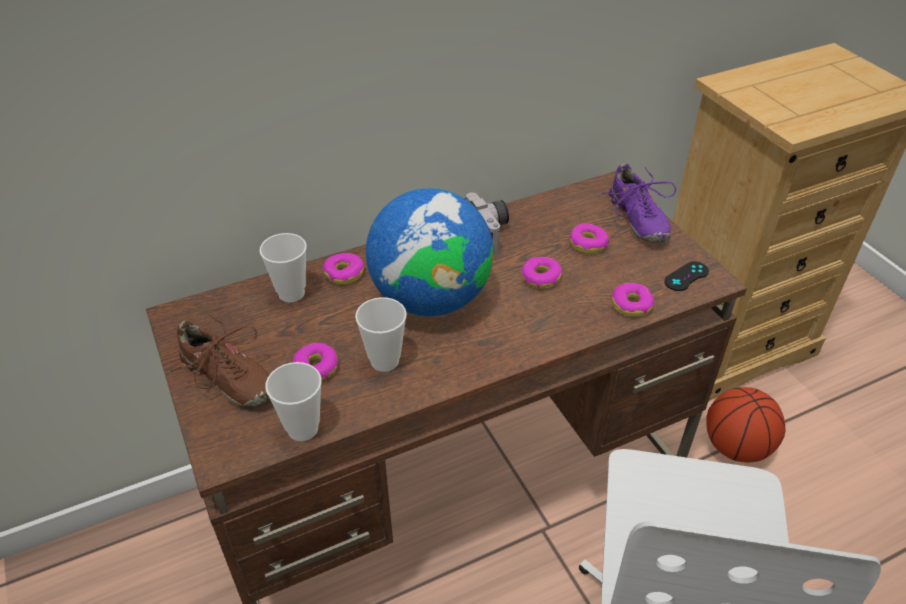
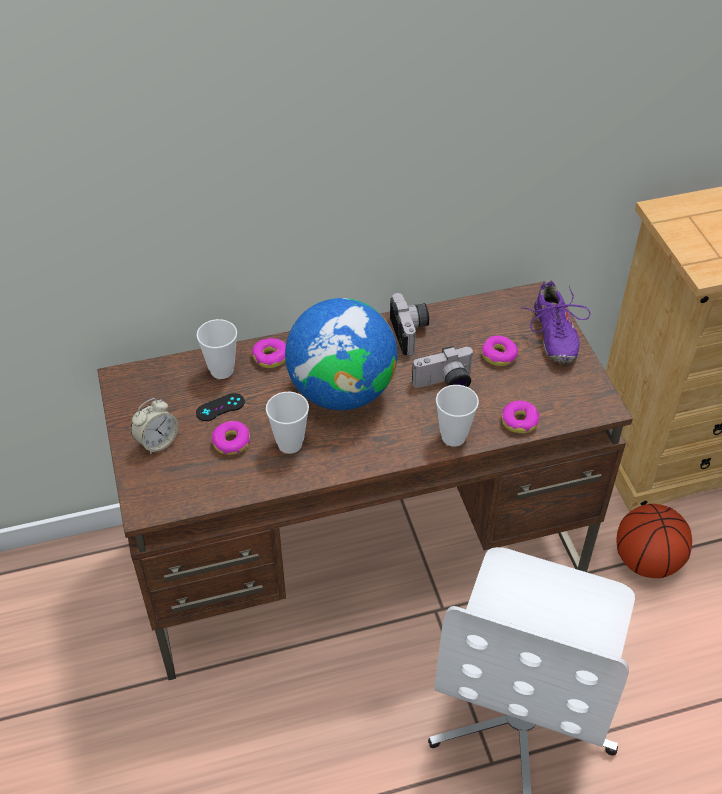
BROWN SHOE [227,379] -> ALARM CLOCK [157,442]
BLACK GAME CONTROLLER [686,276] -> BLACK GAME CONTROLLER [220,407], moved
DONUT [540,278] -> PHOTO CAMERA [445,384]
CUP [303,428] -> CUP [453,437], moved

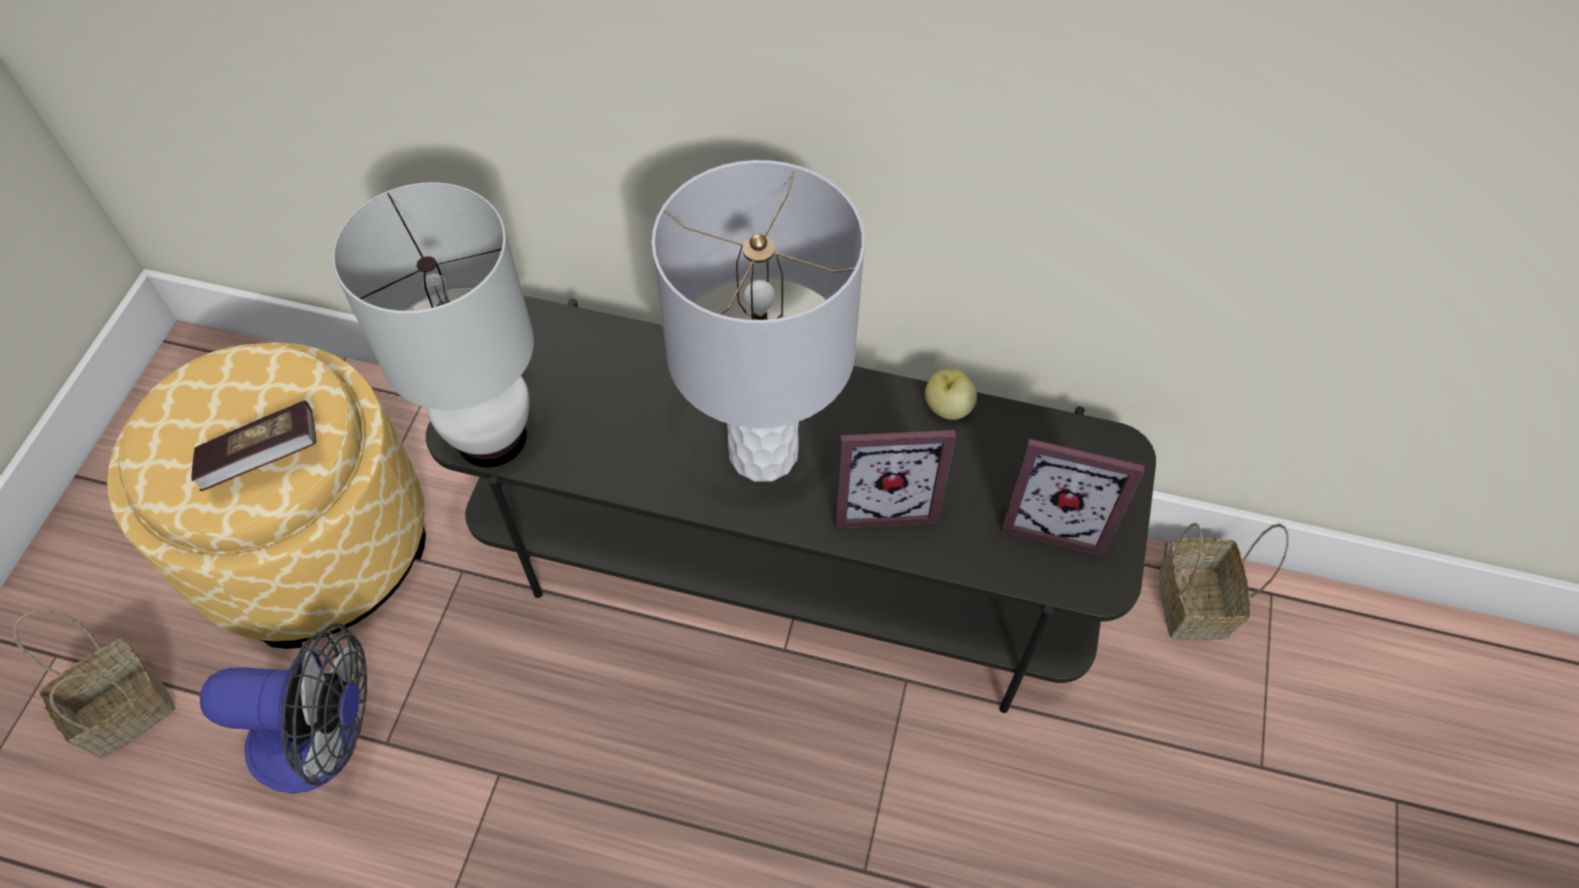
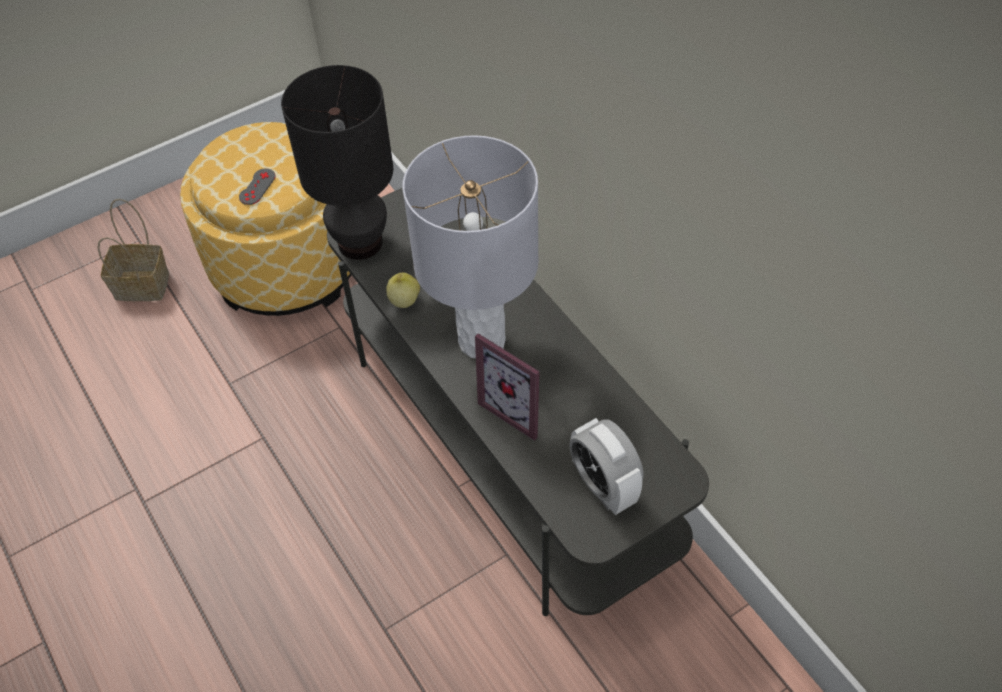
BOOK [264,458] -> GREY GAME CONTROLLER [257,187]
WHITE TABLE LAMP [492,438] -> BLACK TABLE LAMP [360,243]
APPLE [947,408] -> APPLE [404,300], moved
PICTURE FRAME [1056,517] -> ALARM CLOCK [603,486]
FAN [324,741] -> none
BASKET [1195,606] -> none

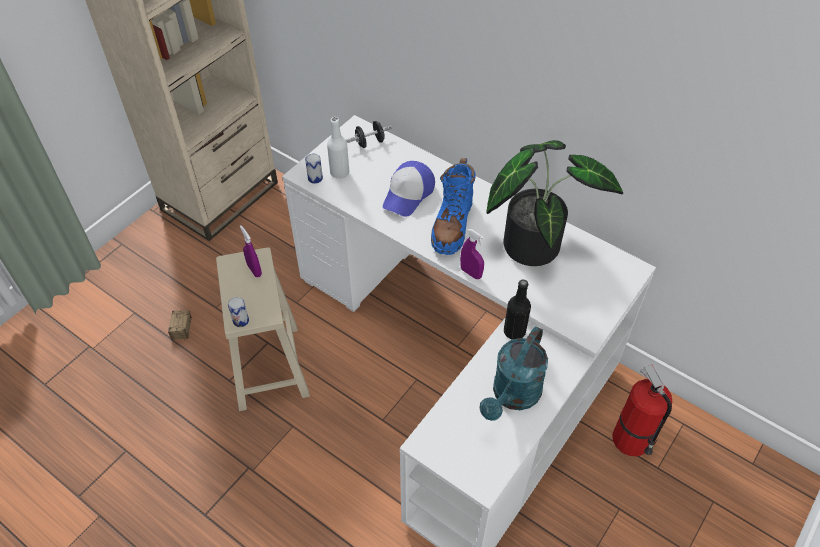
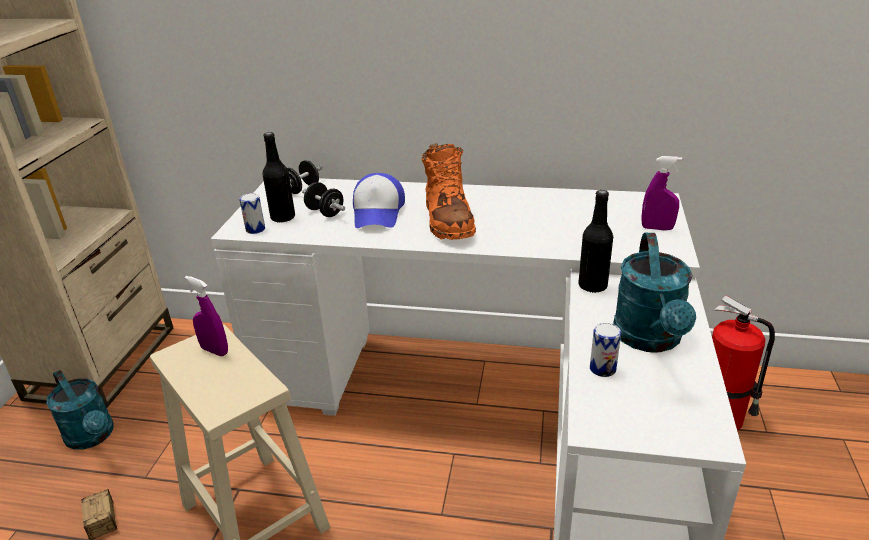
none -> TURQUOISE WATERING CAN [93,437]
WHITE BOTTLE [339,172] -> BLACK BOTTLE [283,218]
none -> BLACK DUMBBELL [325,212]
BLUE BOOT [452,225] -> ORANGE BOOT [448,220]
CAN [241,320] -> CAN [602,368], moved
PURPLE SPRAY BOTTLE [471,273] -> PURPLE SPRAY BOTTLE [657,228], moved
POTTED PLANT [534,241] -> none

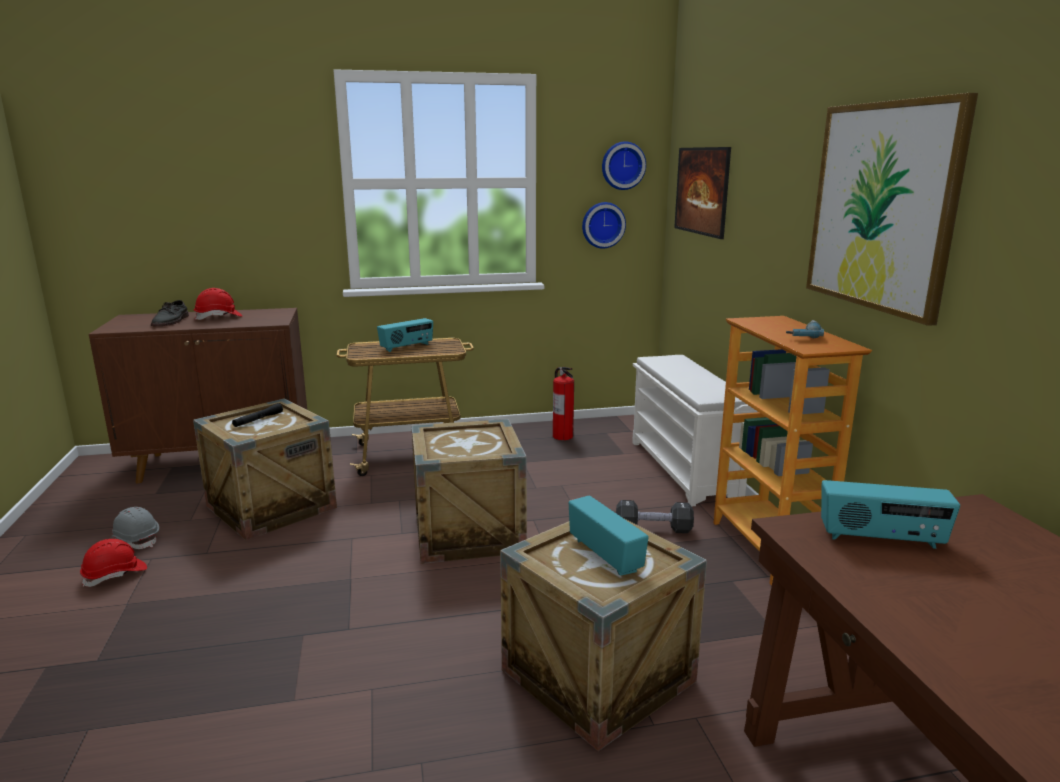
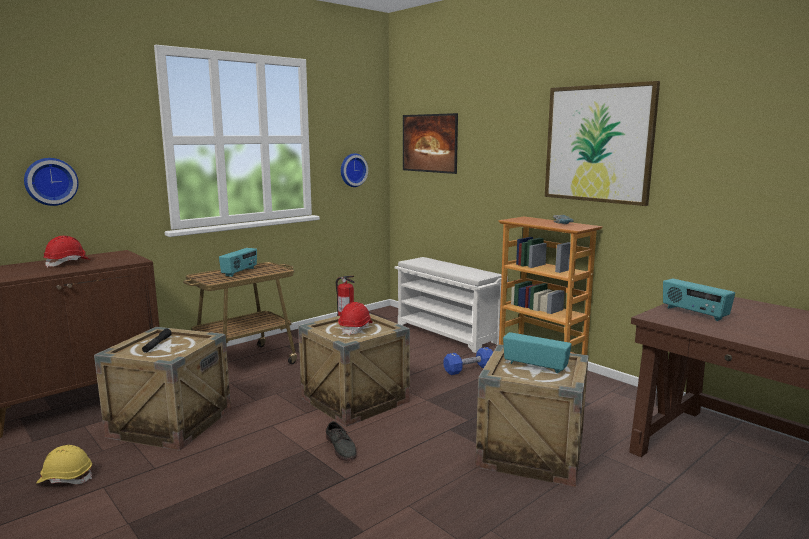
WALL CLOCK [622,165] -> WALL CLOCK [50,181], moved
GREY HARD HAT [136,540] -> YELLOW HARD HAT [65,478]
GREY SHOE [171,321] -> GREY SHOE [341,447], moved
RED HARD HAT [115,575] -> RED HARD HAT [356,328], moved
BLACK DUMBBELL [653,529] -> BLUE DUMBBELL [469,369]
RADIO [881,539] -> RADIO [694,313], 75 degrees clockwise

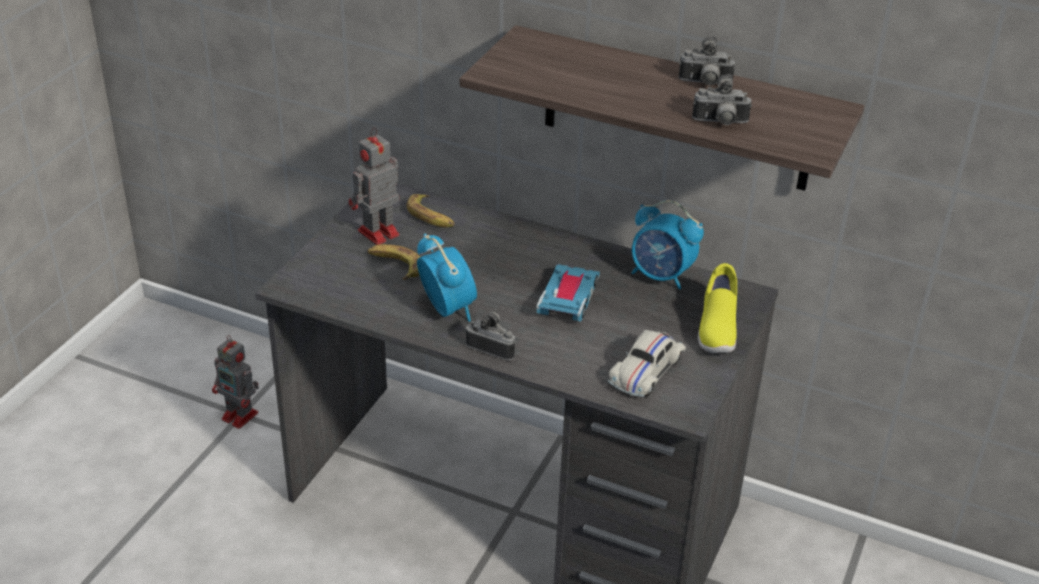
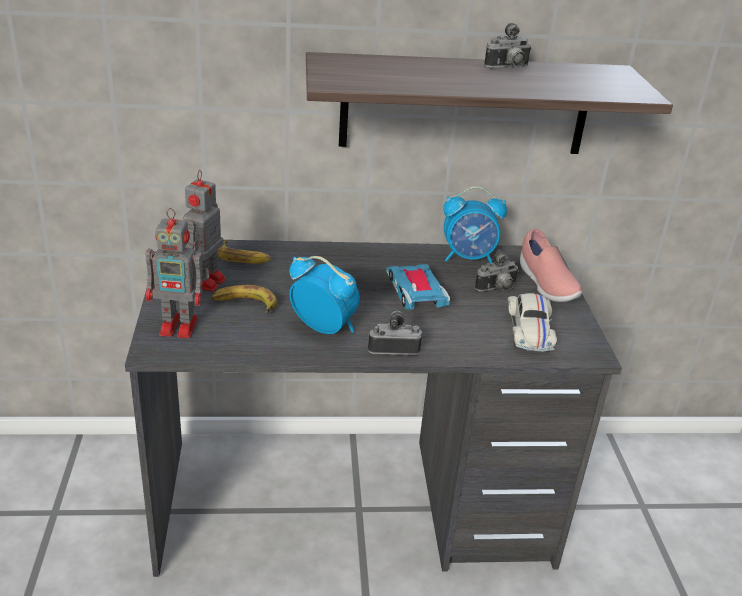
TOY ROBOT [241,416] -> TOY ROBOT [181,326], moved
PHOTO CAMERA [720,123] -> PHOTO CAMERA [497,289], moved
YELLOW SHOE [716,328] -> PINK SHOE [545,284]

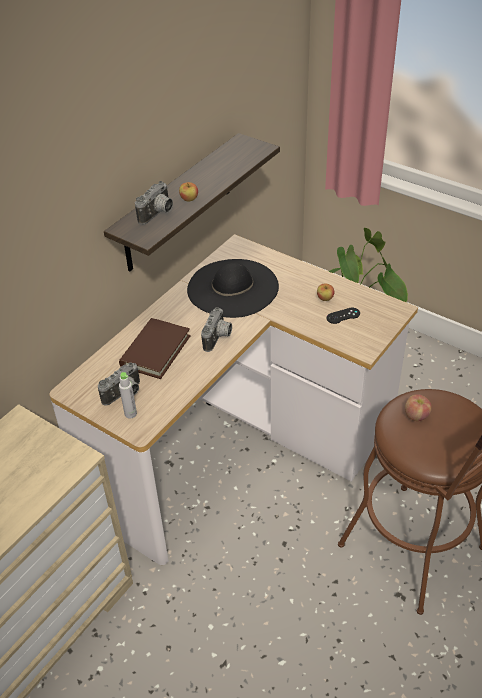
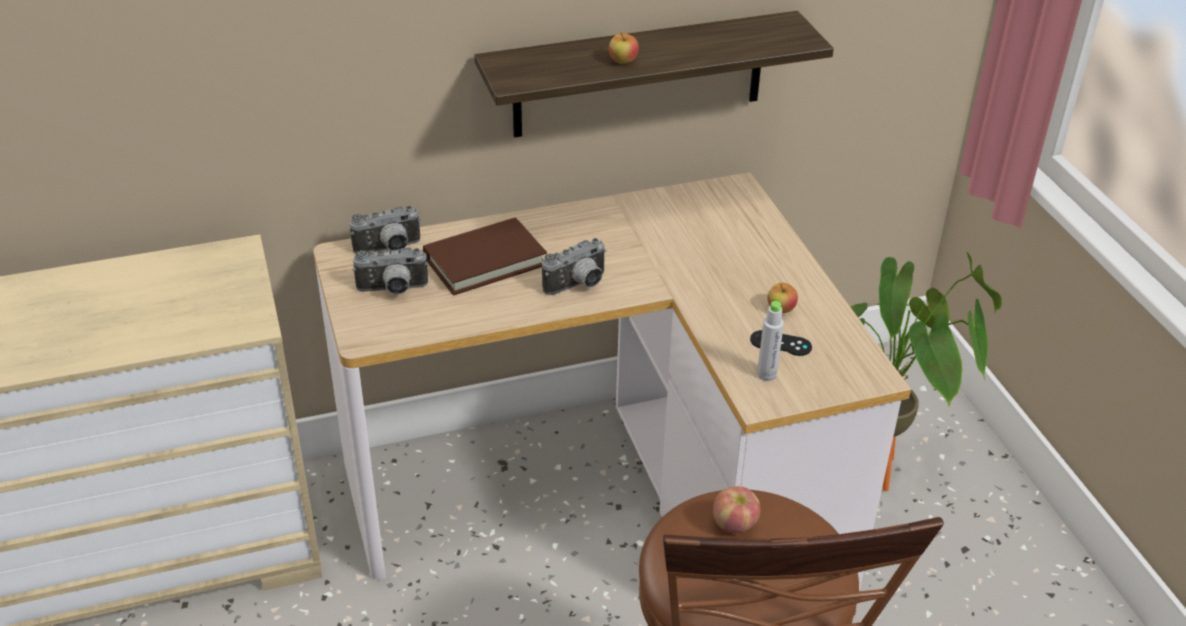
PHOTO CAMERA [158,214] -> PHOTO CAMERA [389,250], moved
GREY BOTTLE [130,413] -> GREY BOTTLE [766,374], moved
BLACK HAT [232,288] -> none

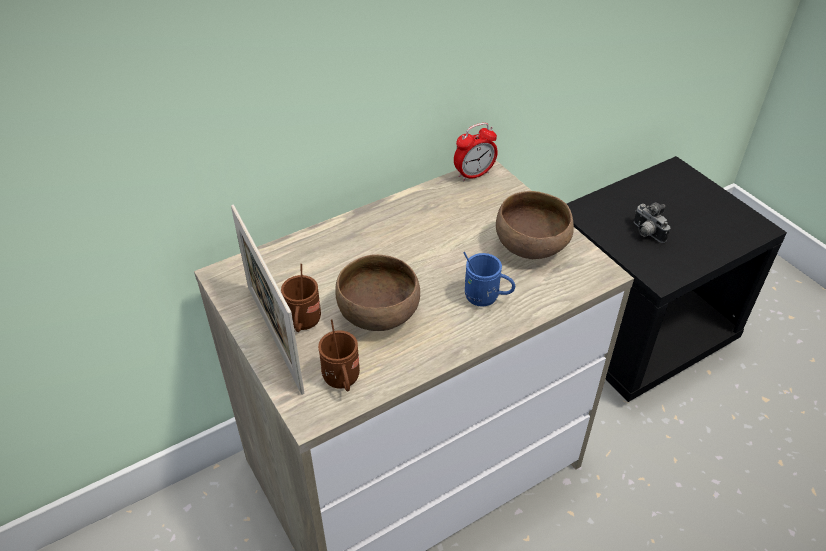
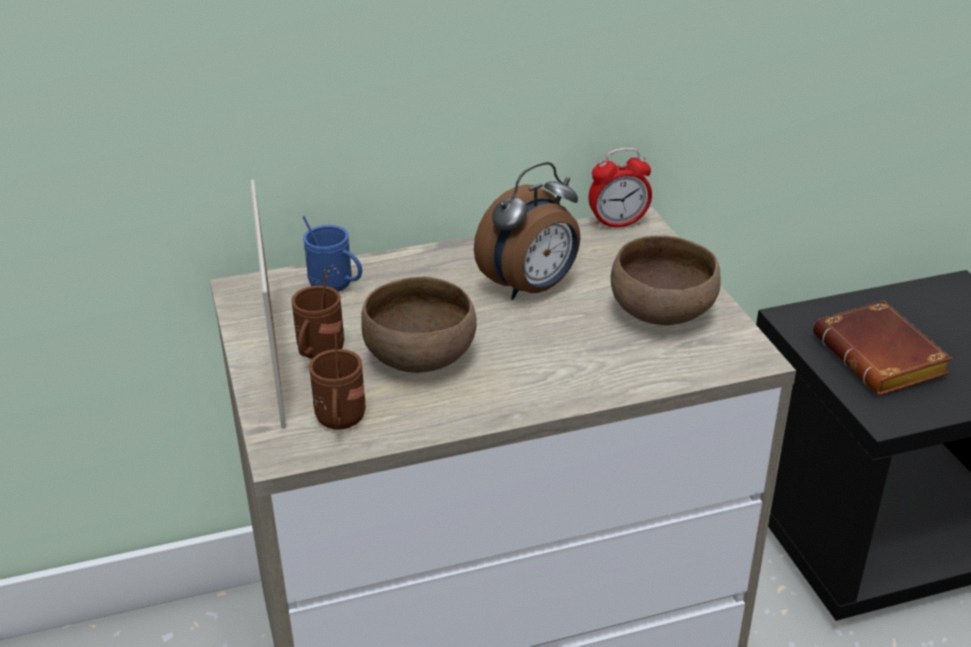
BLUE MUG [486,298] -> BLUE MUG [336,287], moved
none -> ALARM CLOCK [531,288]
PHOTO CAMERA [646,233] -> BROWN BOOK [883,358]

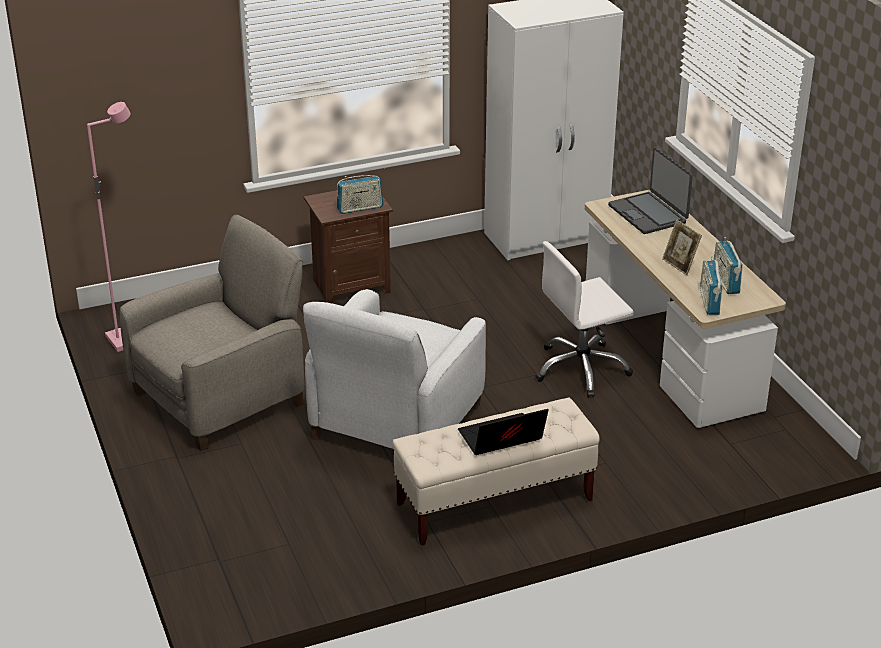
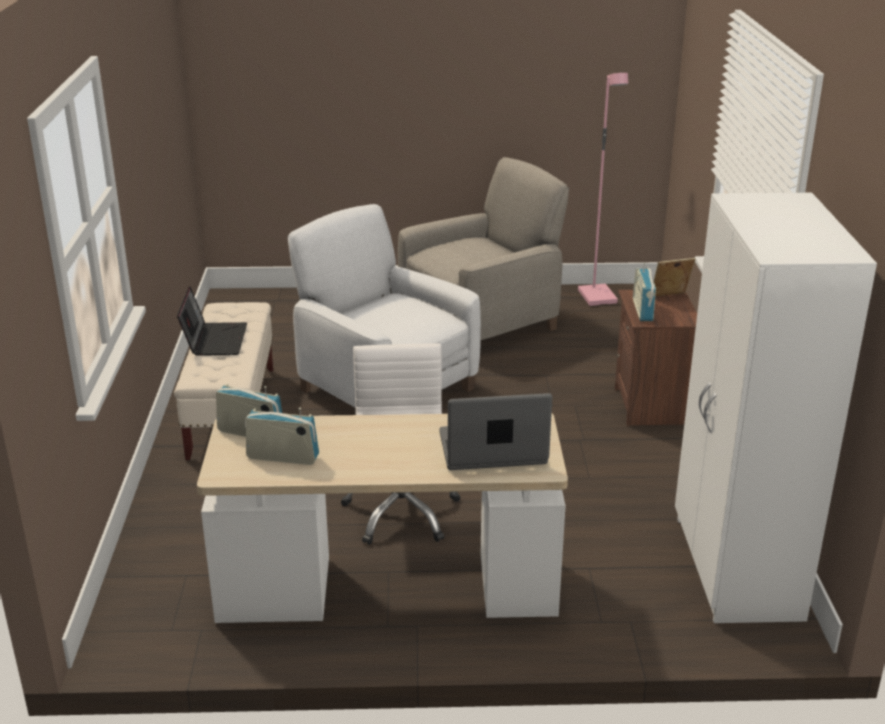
BEIGE ARMCHAIR [221,397] -> BEIGE ARMCHAIR [481,322], 105 degrees counterclockwise
PICTURE FRAME [679,265] -> PICTURE FRAME [669,297], moved

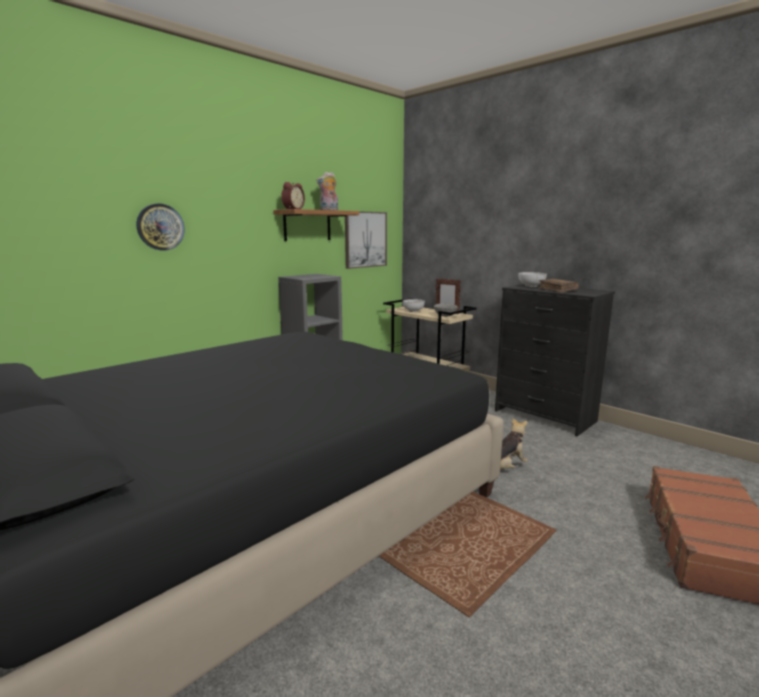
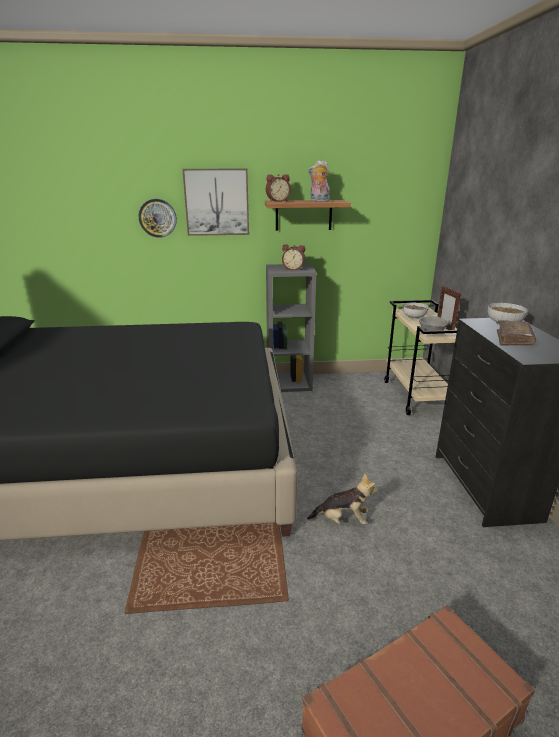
PICTURE [365,239] -> PICTURE [217,202], moved
none -> ALARM CLOCK [293,269]

